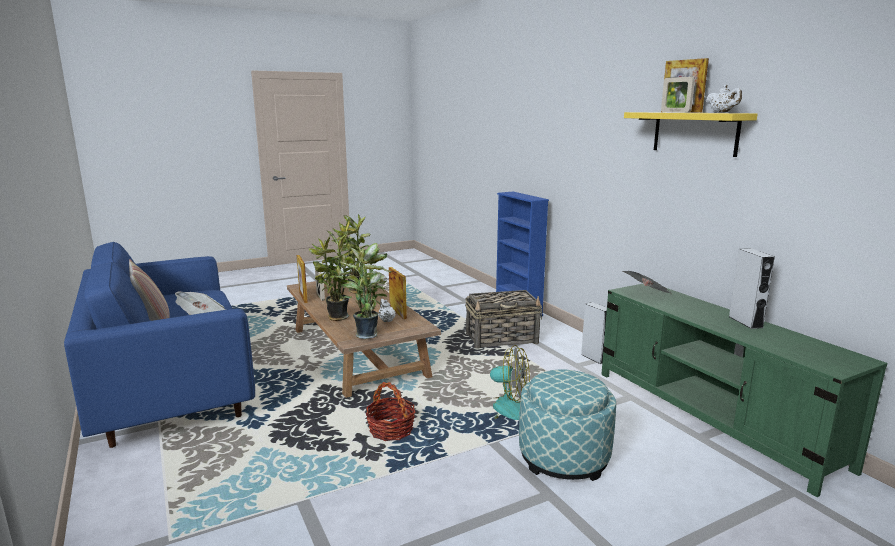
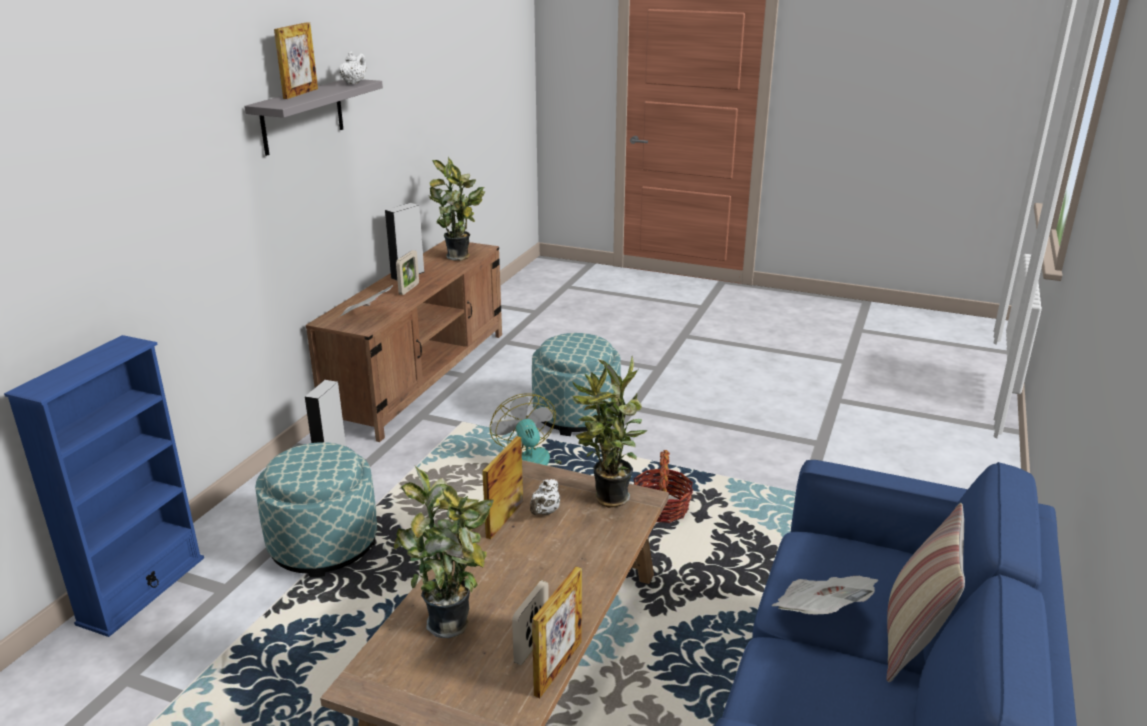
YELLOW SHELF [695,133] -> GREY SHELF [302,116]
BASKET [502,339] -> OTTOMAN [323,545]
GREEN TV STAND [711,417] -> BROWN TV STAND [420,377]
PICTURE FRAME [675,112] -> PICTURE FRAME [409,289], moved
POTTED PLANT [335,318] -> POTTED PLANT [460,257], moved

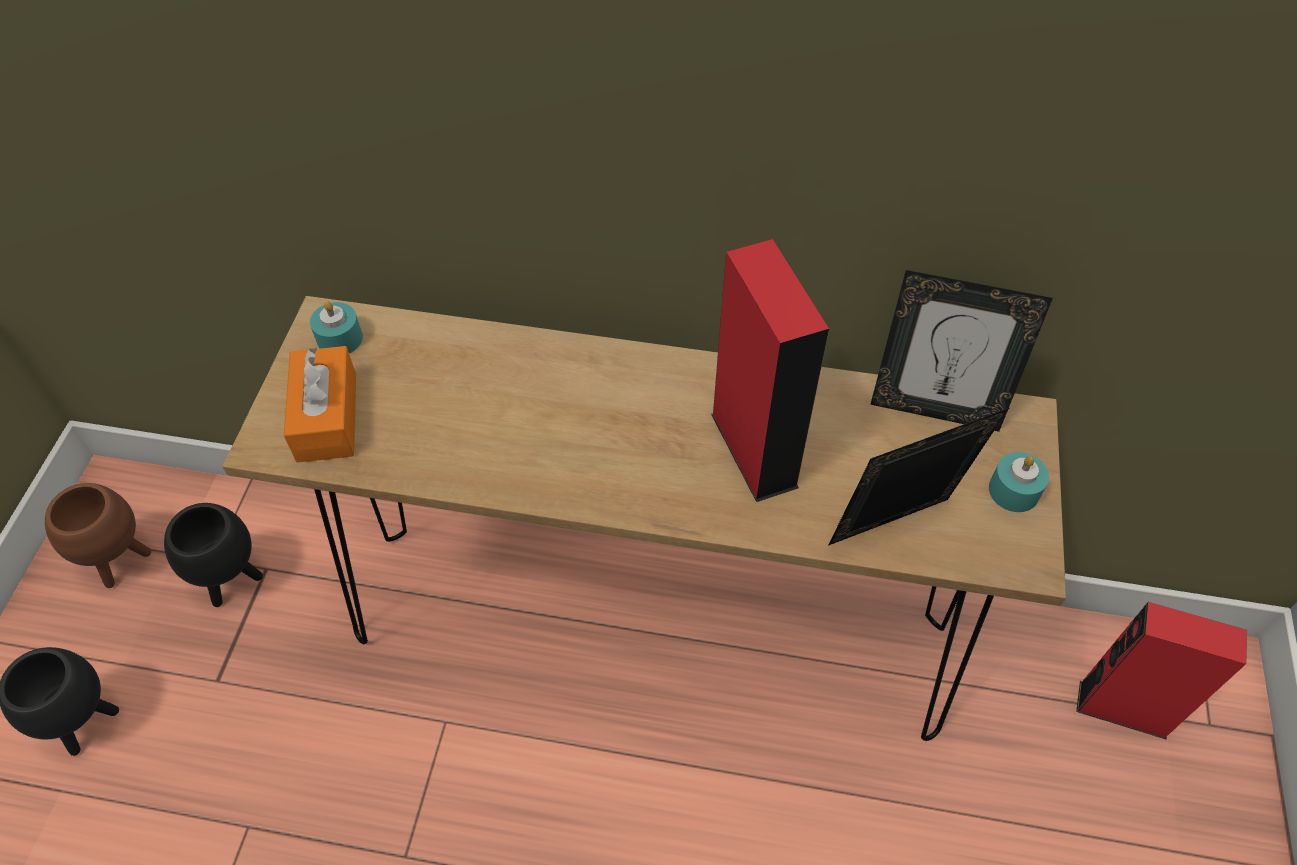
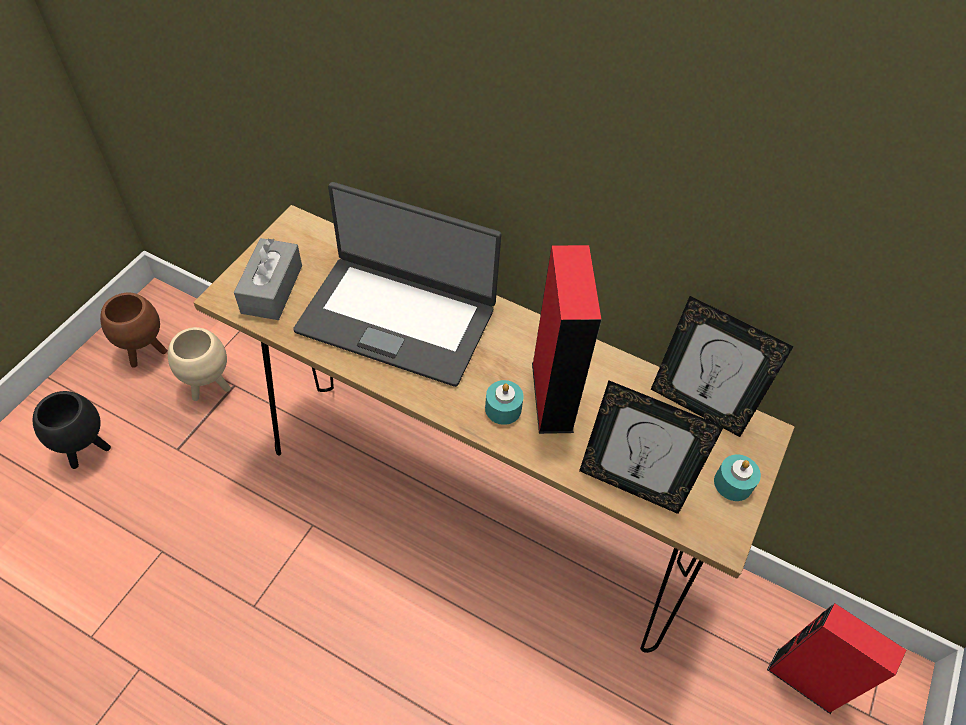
BLACK PLANTER [233,581] -> BEIGE PLANTER [210,387]
ORANGE TISSUE BOX [327,417] -> GREY TISSUE BOX [272,289]
none -> LAPTOP [397,318]
TURQUOISE CANDLE [340,339] -> TURQUOISE CANDLE [503,408], moved
PICTURE FRAME [894,531] -> PICTURE FRAME [630,485], 150 degrees counterclockwise

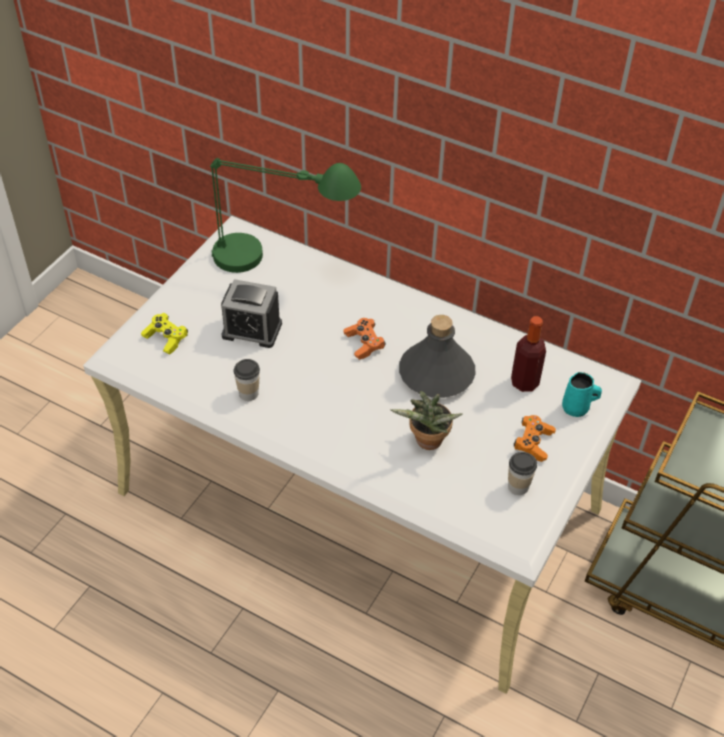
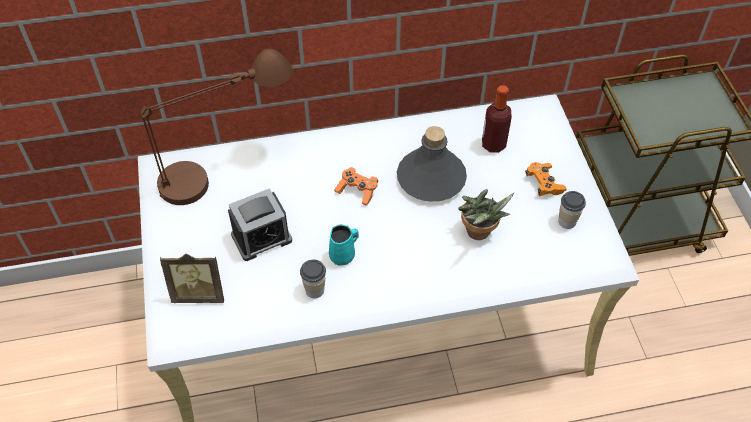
GREEN TABLE LAMP [280,263] -> BROWN TABLE LAMP [225,169]
YELLOW GAME CONTROLLER [166,338] -> PICTURE FRAME [199,293]
TURQUOISE MUG [577,408] -> TURQUOISE MUG [343,255], moved

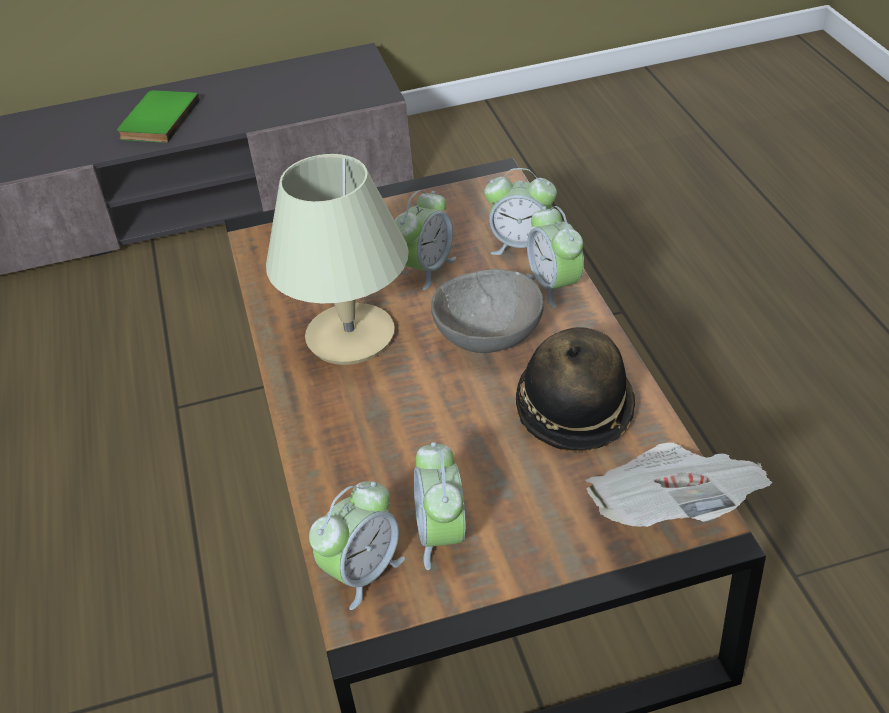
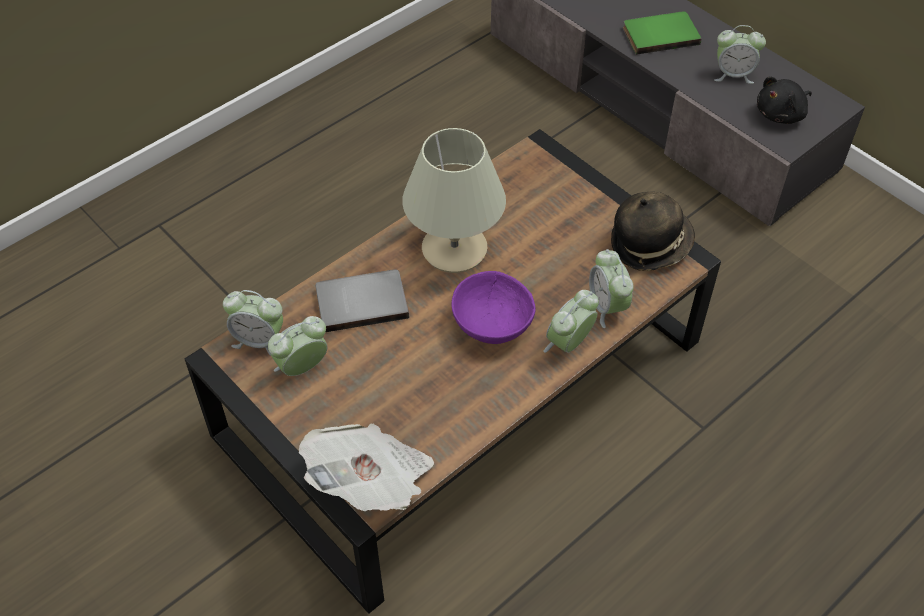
none -> GREY BOOK [361,301]
GREY BOWL [487,338] -> PURPLE BOWL [491,324]
HAT [574,409] -> HAT [650,244], moved
ALARM CLOCK [427,269] -> ALARM CLOCK [733,75], moved
none -> BLACK PLUSH TOY [781,114]

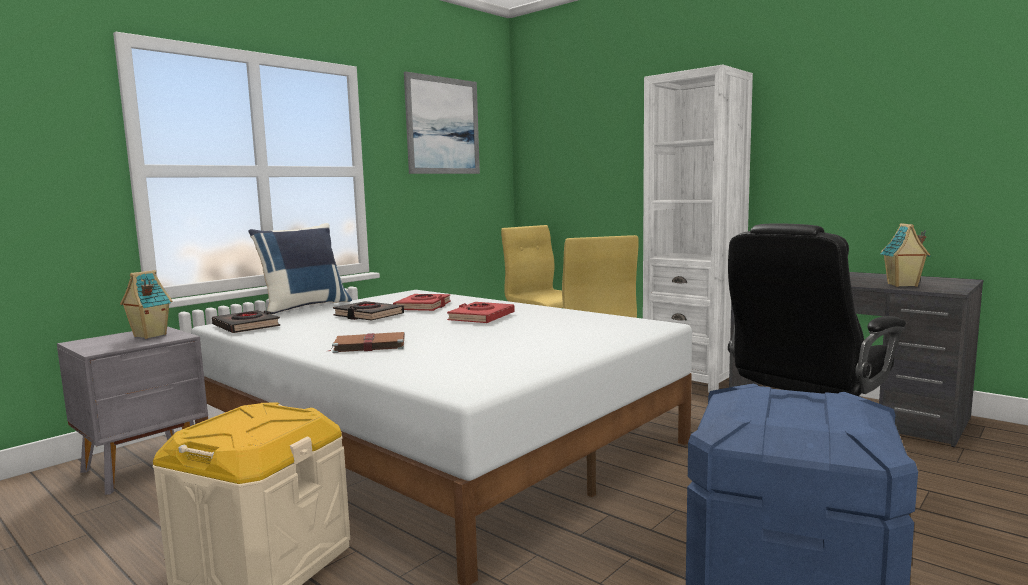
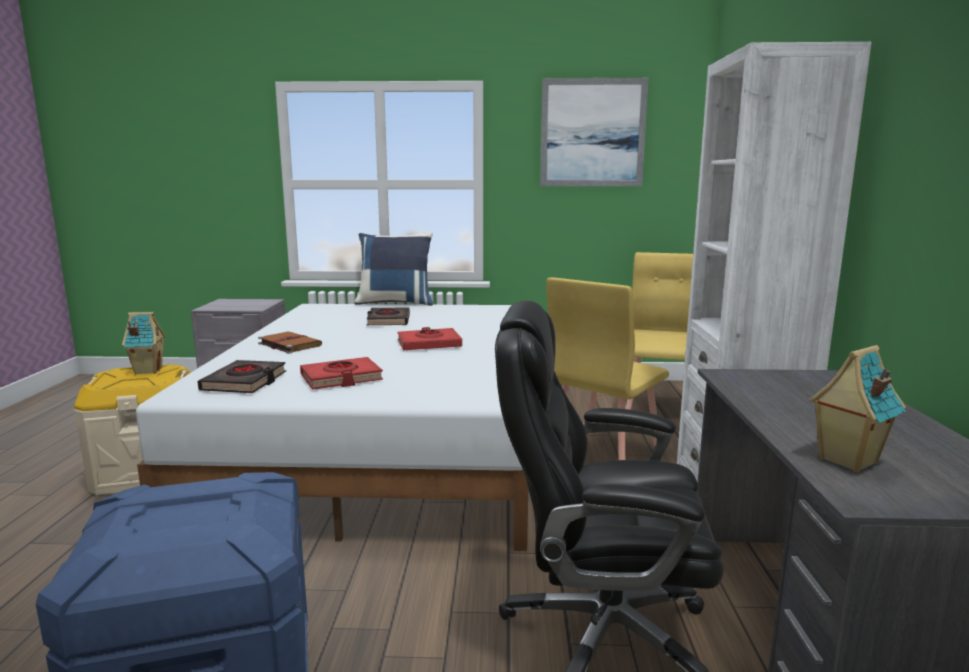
TOY HOUSE [149,335] -> TOY HOUSE [147,371], moved
BLACK BOOK [246,326] -> BLACK BOOK [245,382], moved
RED BOOK [423,306] -> RED BOOK [341,378], moved

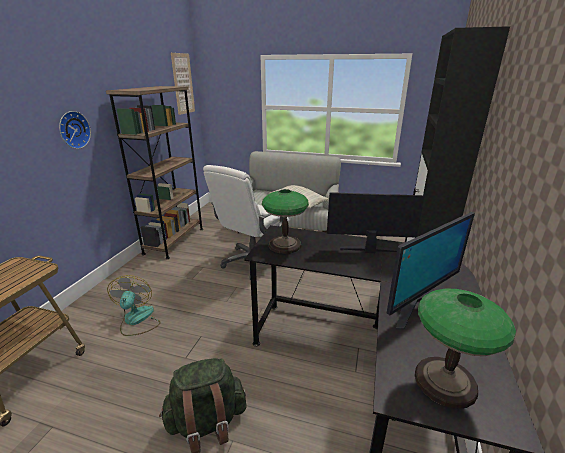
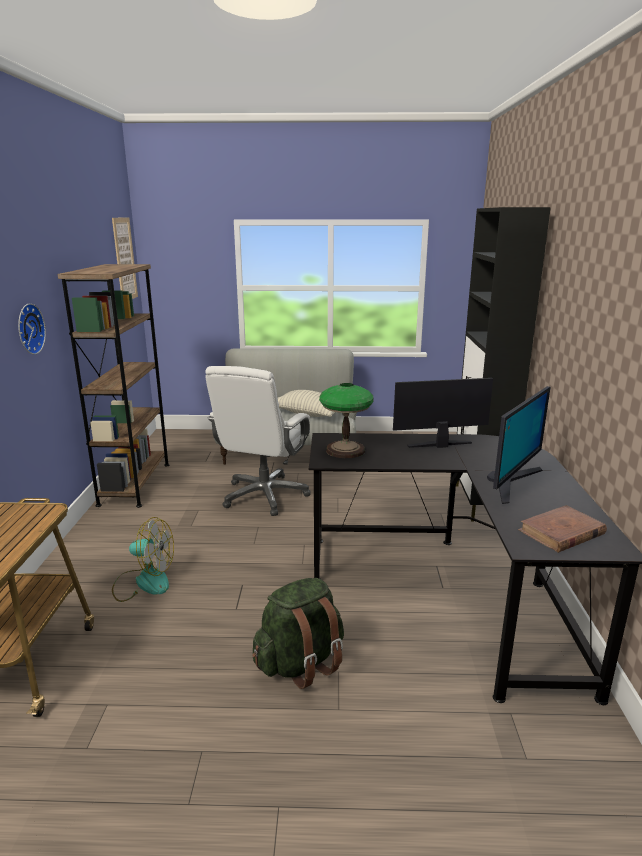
FAN [137,320] -> FAN [144,582], 120 degrees clockwise
TABLE LAMP [446,382] -> BROWN BOOK [561,532]

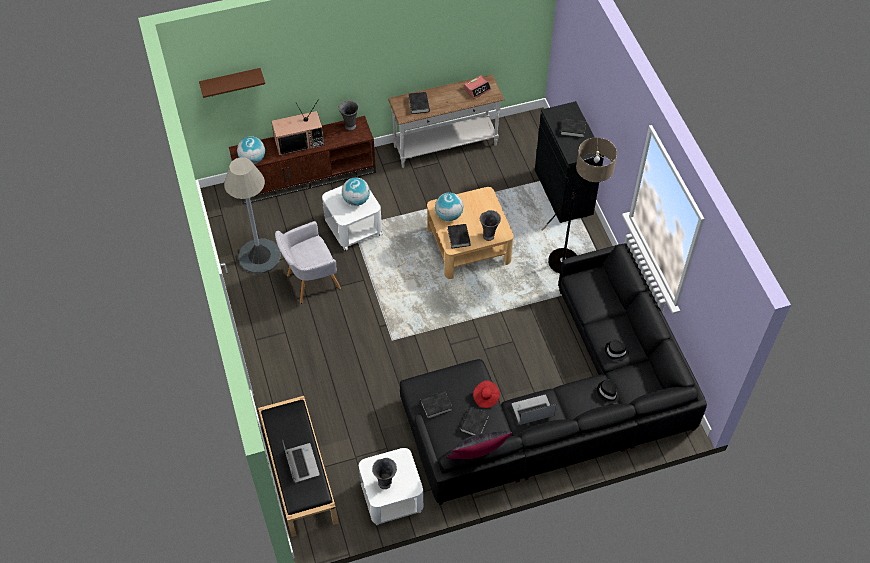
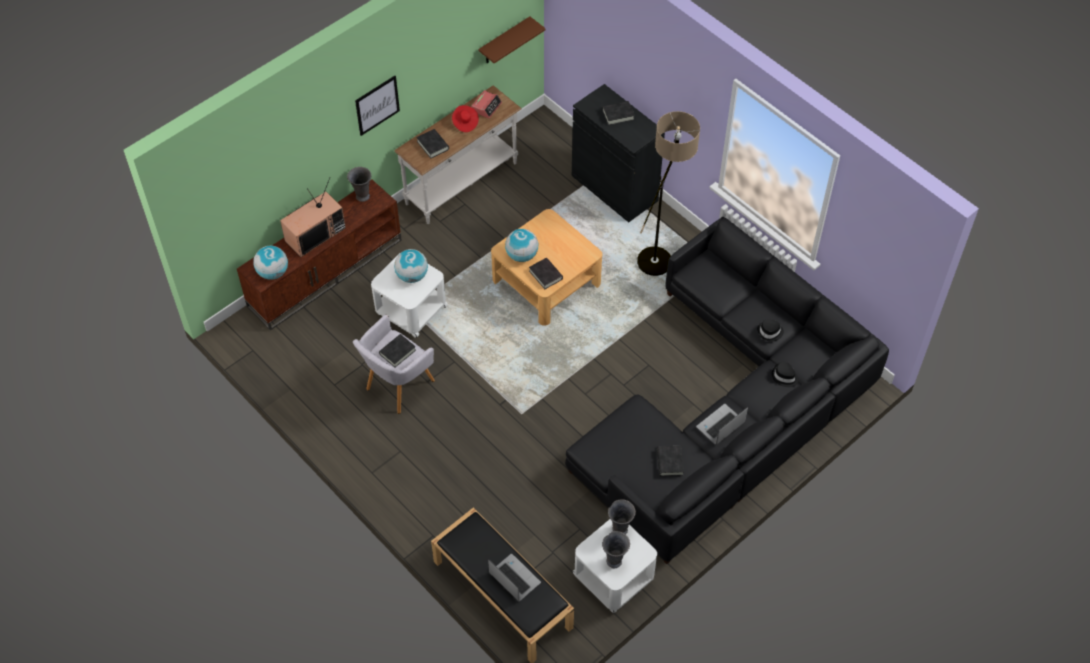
none -> PICTURE [377,105]
BLACK BOOK [436,406] -> BLACK BOOK [397,352], moved
RED HAT [485,397] -> RED HAT [465,123], moved
BROWN SHELF [231,82] -> BROWN SHELF [504,41], moved
GREY VASE [489,235] -> GREY VASE [620,529], moved
GREY FLOOR LAMP [259,256] -> none
BLACK PILLOW [477,457] -> none

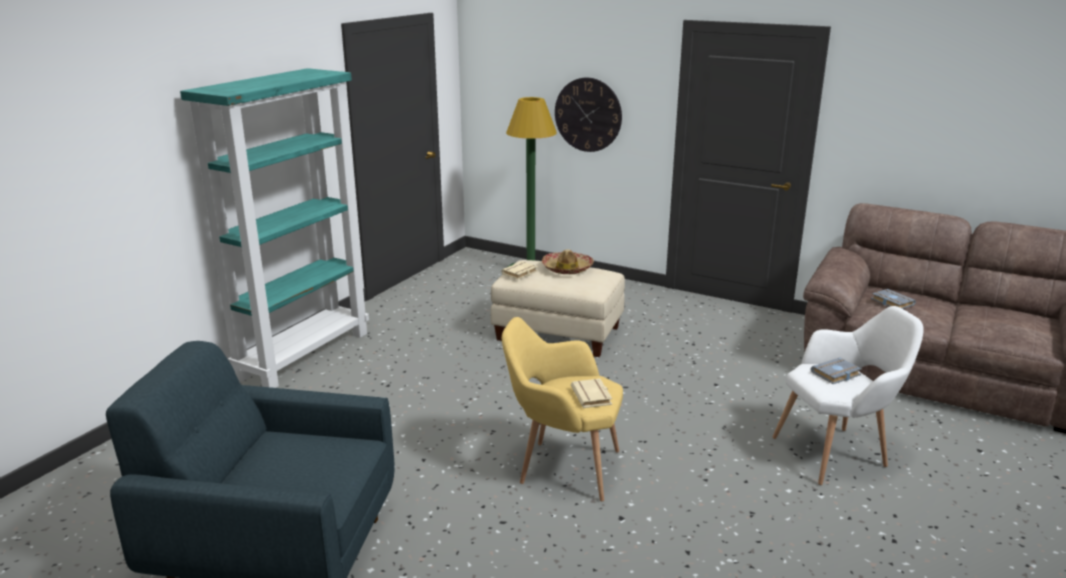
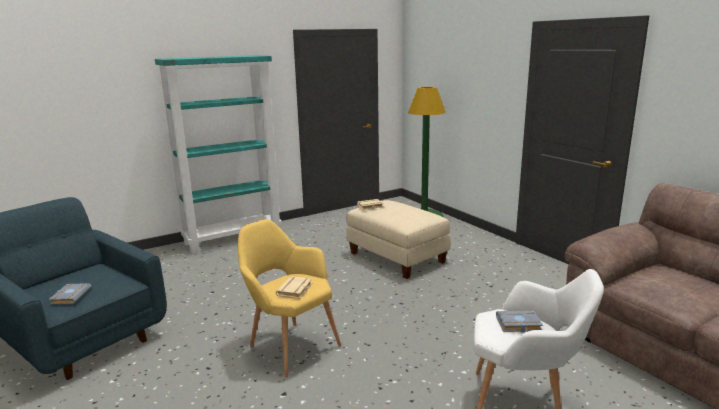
GREY BOOK [891,302] -> GREY BOOK [70,296], moved
HAT [567,269] -> none
WALL CLOCK [588,115] -> none

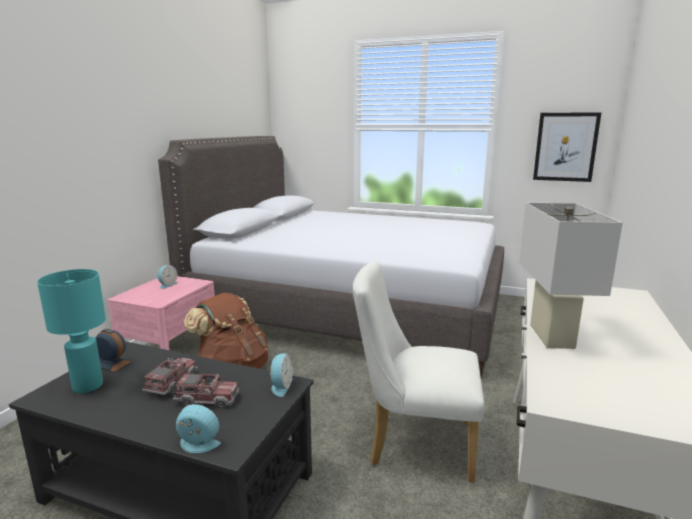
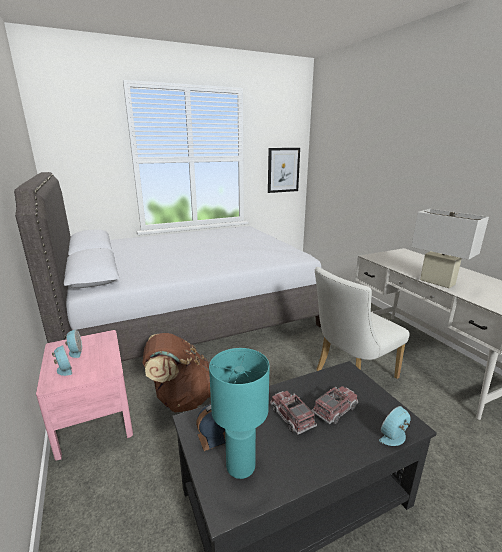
ALARM CLOCK [280,386] -> ALARM CLOCK [64,369], moved

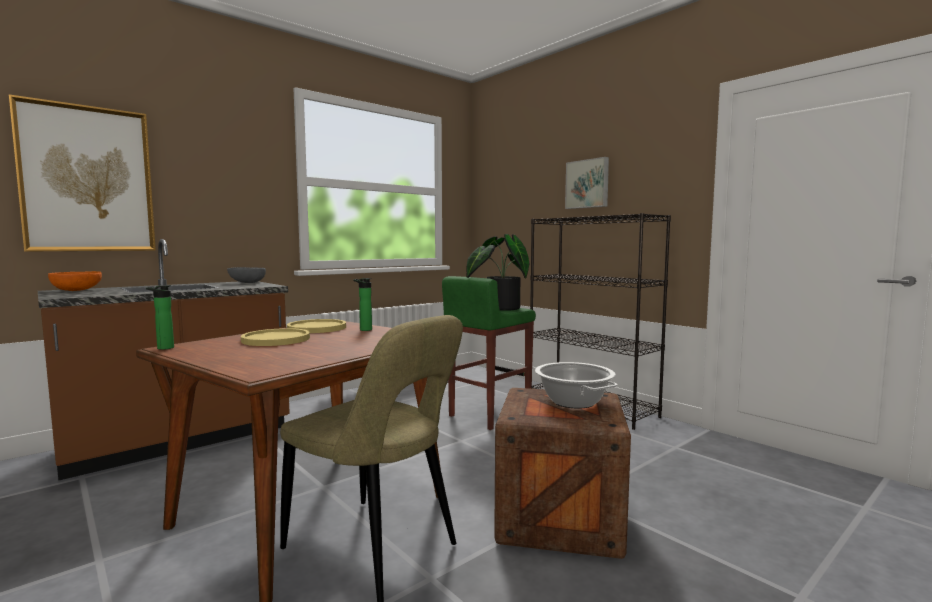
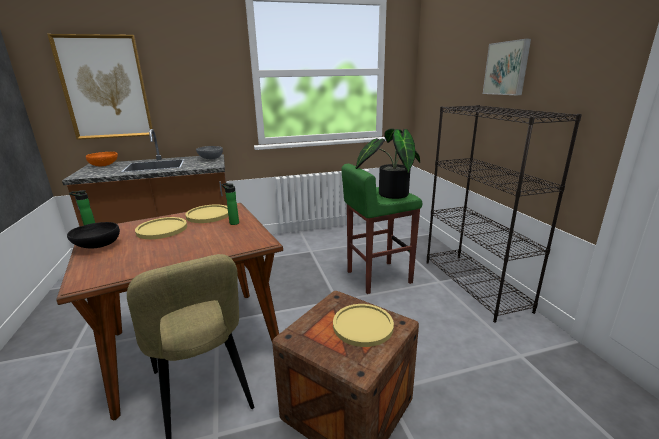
none -> BLACK BOWL [97,246]
COOKING POT [573,401] -> YELLOW PLATE [363,325]

